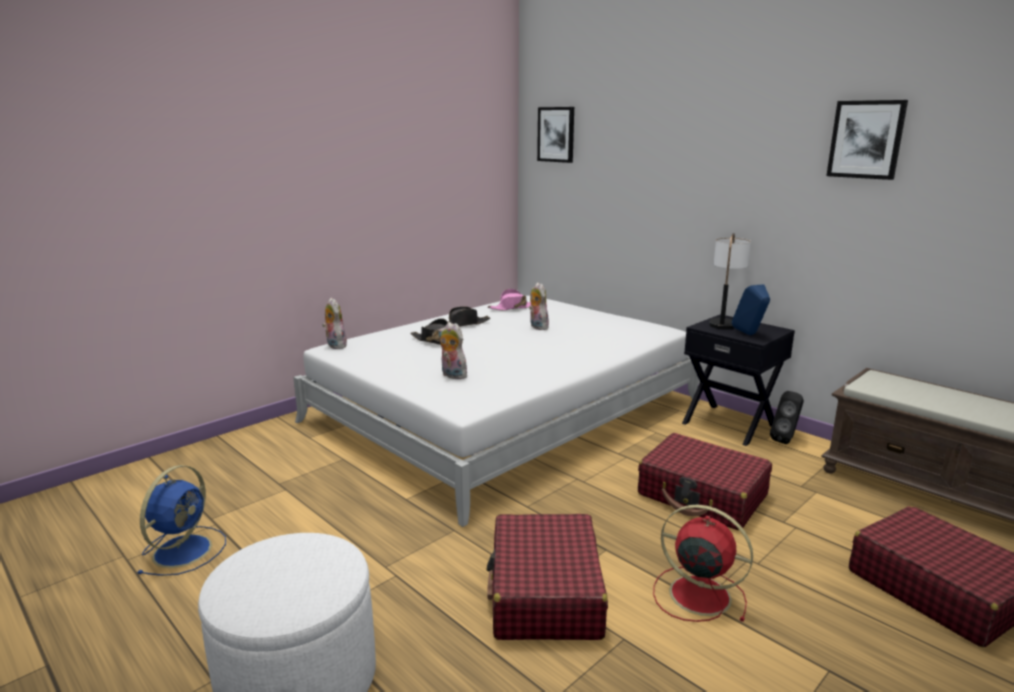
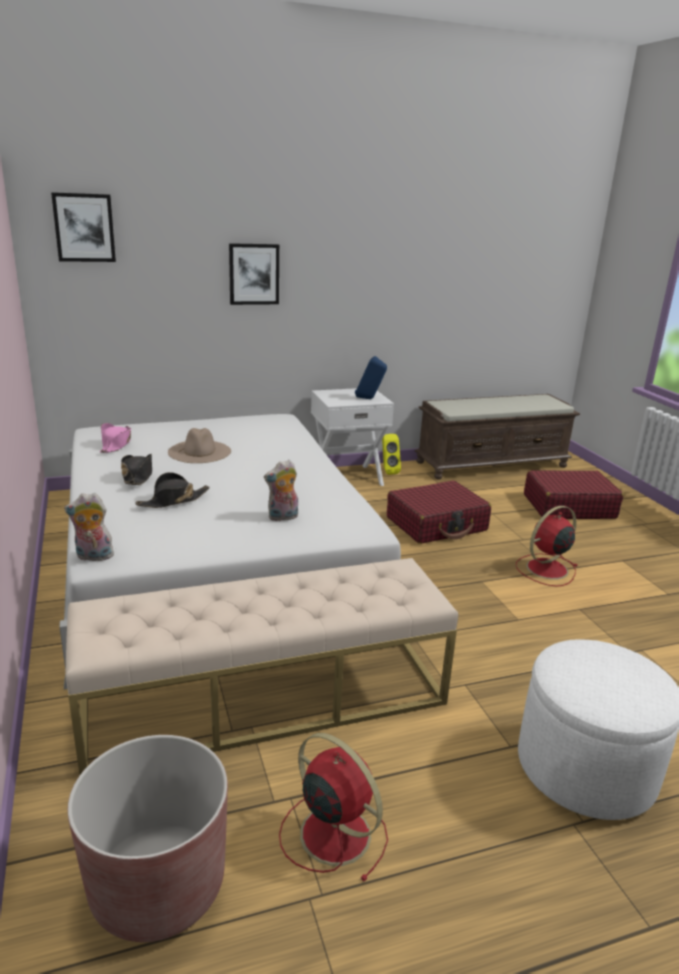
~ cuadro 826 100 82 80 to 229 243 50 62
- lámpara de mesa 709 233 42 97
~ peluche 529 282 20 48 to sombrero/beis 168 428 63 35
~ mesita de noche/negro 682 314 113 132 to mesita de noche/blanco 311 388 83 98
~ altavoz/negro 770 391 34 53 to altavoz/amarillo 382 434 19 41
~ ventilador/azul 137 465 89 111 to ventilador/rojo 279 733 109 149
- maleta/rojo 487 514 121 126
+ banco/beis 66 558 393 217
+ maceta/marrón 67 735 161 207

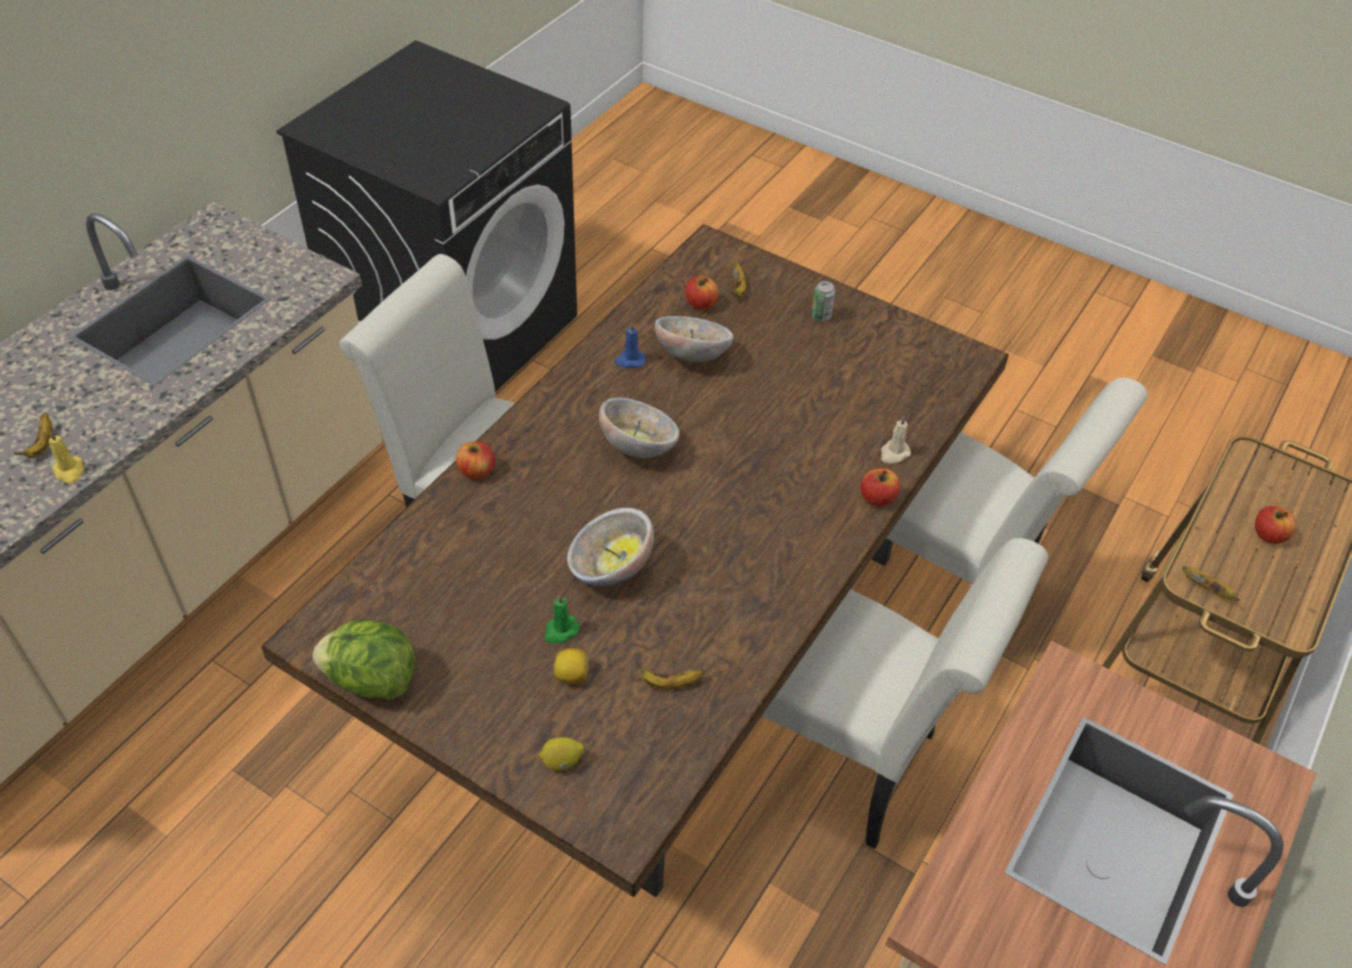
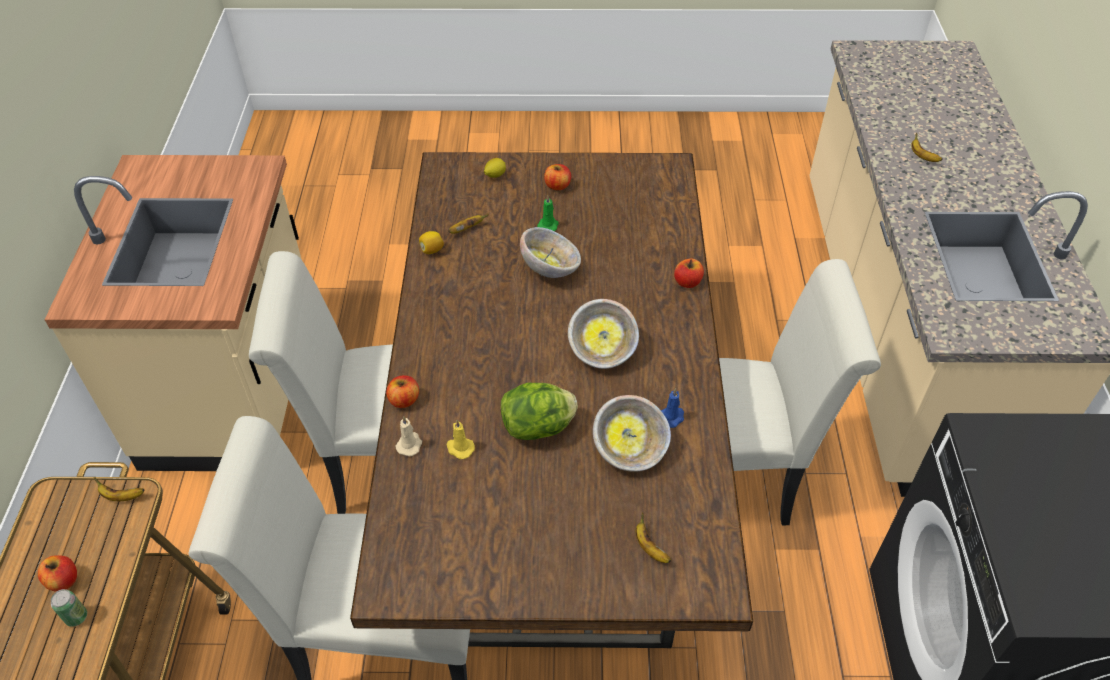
~ manzana 685 276 33 34 to 544 164 27 26
~ lata 811 281 24 41 to 51 589 36 38
~ vela/amarillo 49 431 35 53 to 446 420 29 39
~ lechuga 313 620 102 80 to 501 383 77 57
~ limón 553 648 36 36 to 419 231 25 23

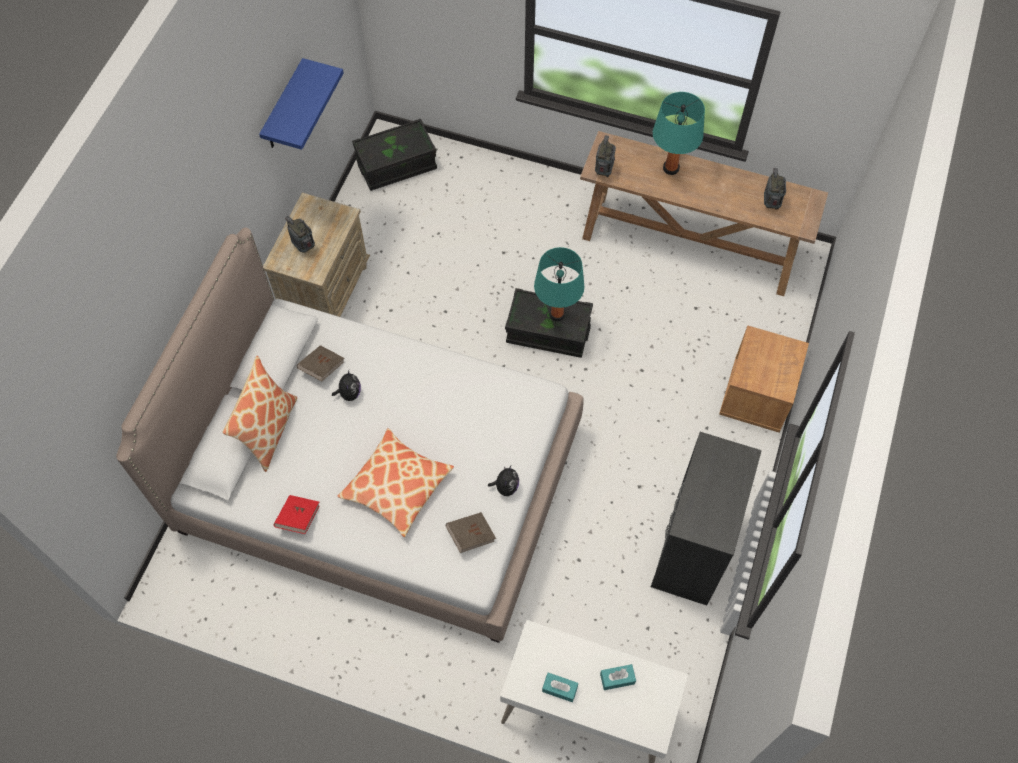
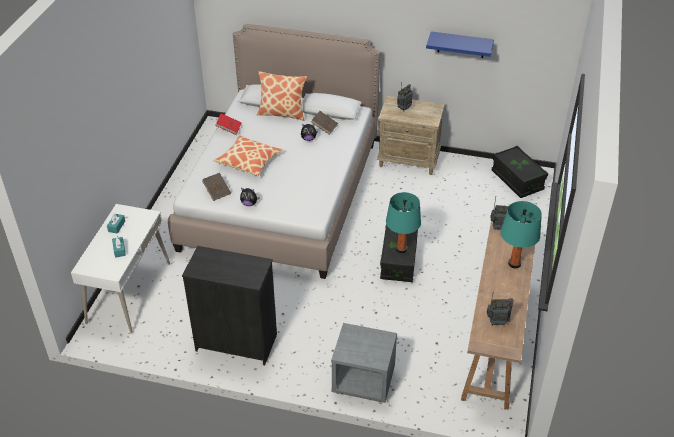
~ mesita de noche/marrón 719 325 90 108 to mesita de noche/gris 331 323 66 80

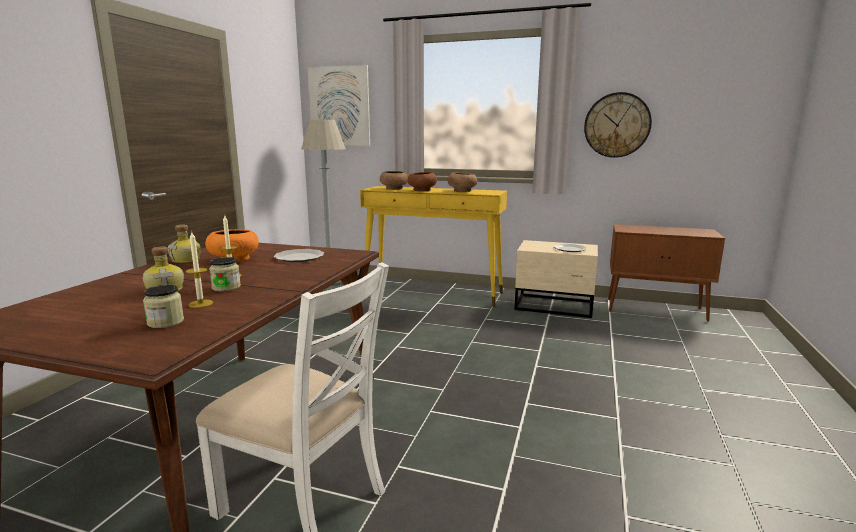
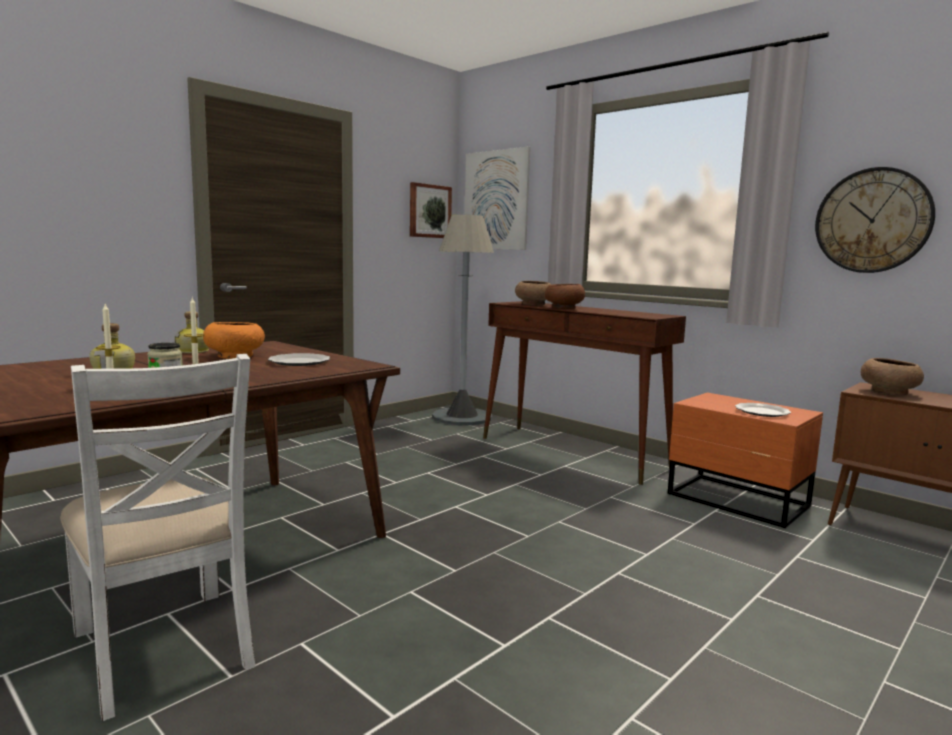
~ cuenco/marrón 448 172 29 20 to 861 358 63 38
~ mesa consola/amarillo 360 186 147 121 to mesa consola/marrón 483 301 203 184
~ mesita de noche/beis 515 240 83 78 to mesita de noche/naranja 667 392 156 136
- tarro 143 285 41 43
+ cuadro 410 182 42 56

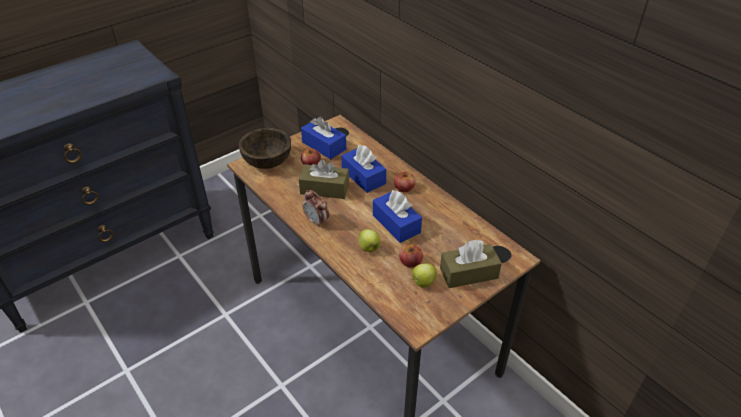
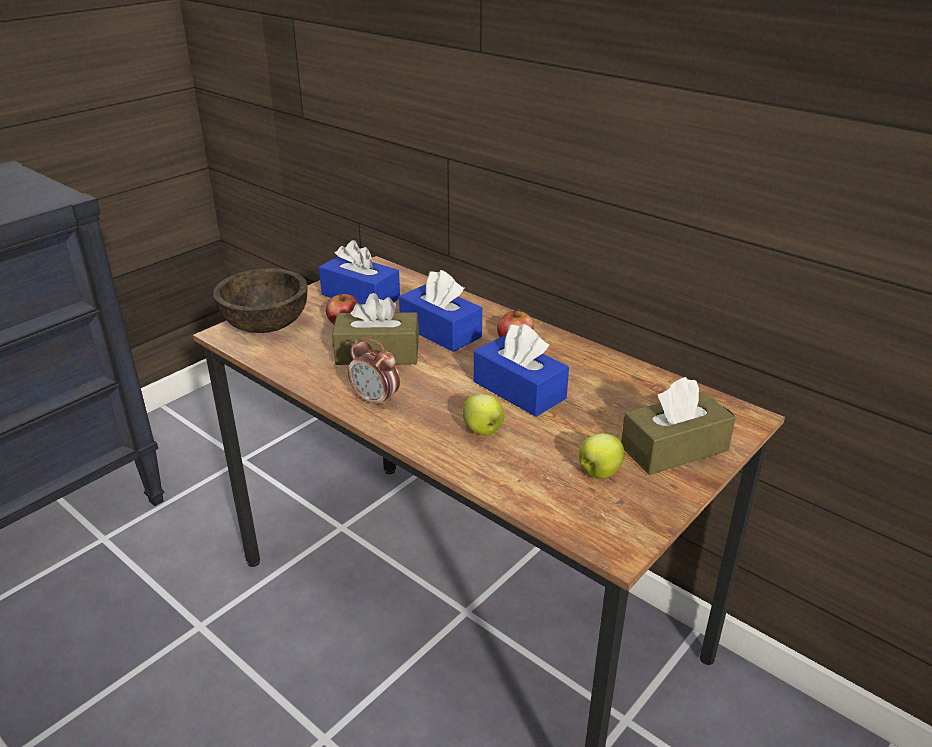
- manzana 399 244 24 24

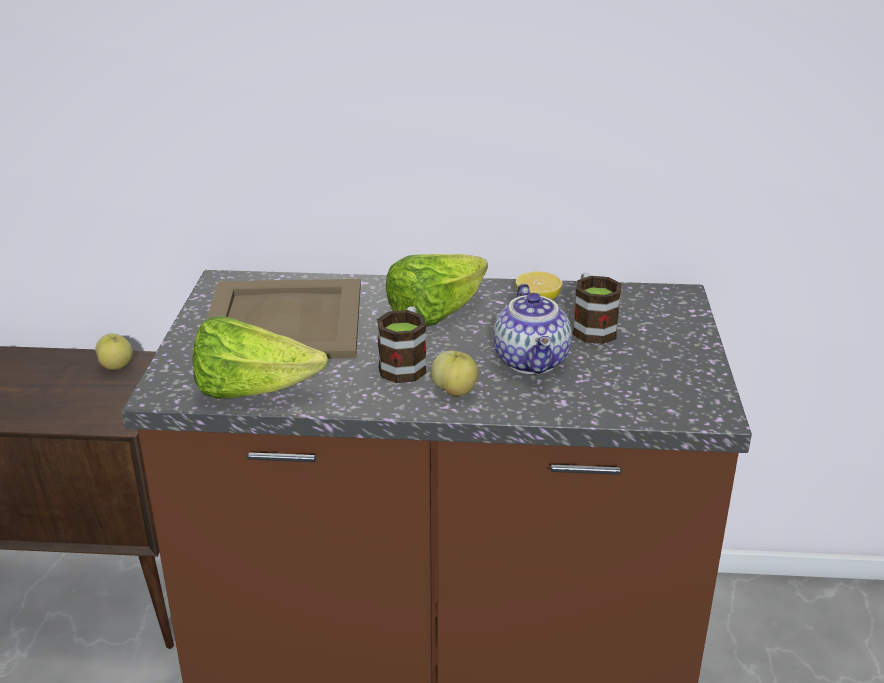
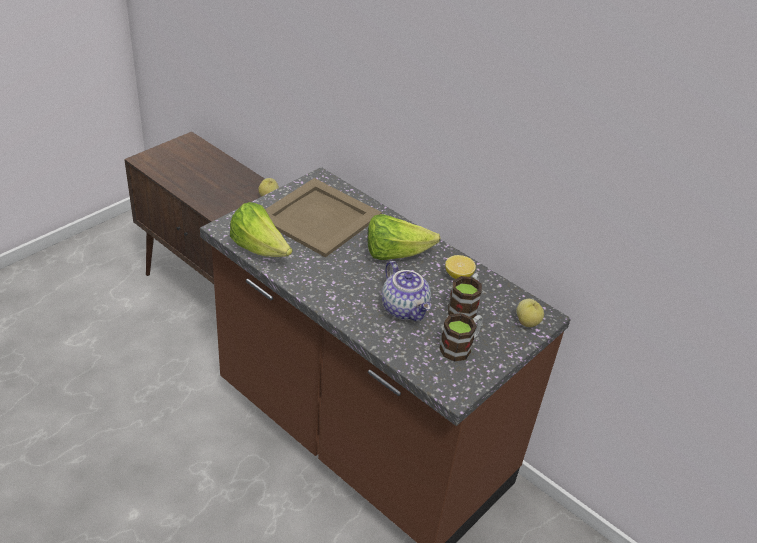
~ tetera 493 284 79 90 = 382 261 49 60 60 degrees counterclockwise
~ taza grande 377 306 50 77 to 439 313 43 49
~ manzana 431 351 47 45 to 516 299 28 28

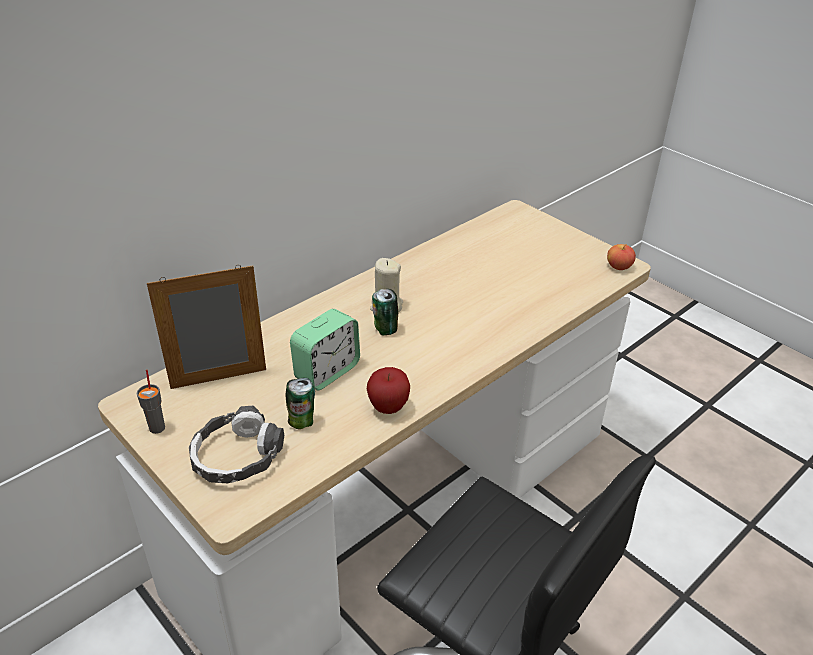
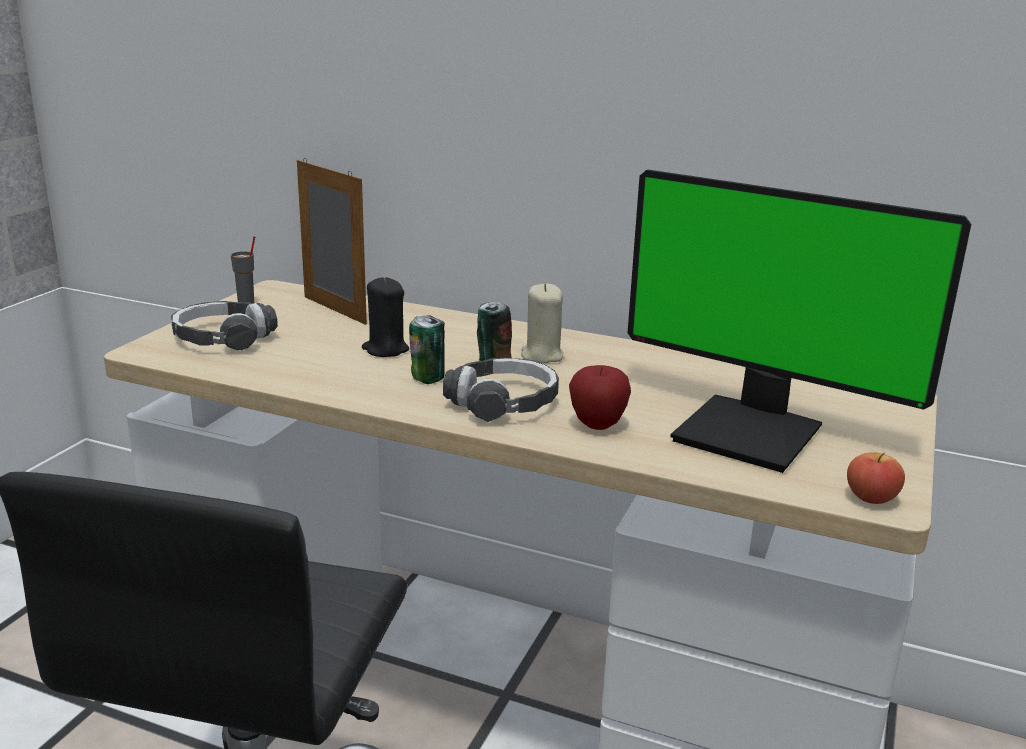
~ despertador 290 309 70 81 to vela/negro 362 277 47 80
~ manzana 367 367 43 47 to 569 365 62 65
~ lata 286 378 29 51 to 409 315 36 69
+ monitor 628 170 343 303
+ auriculares 443 358 116 64

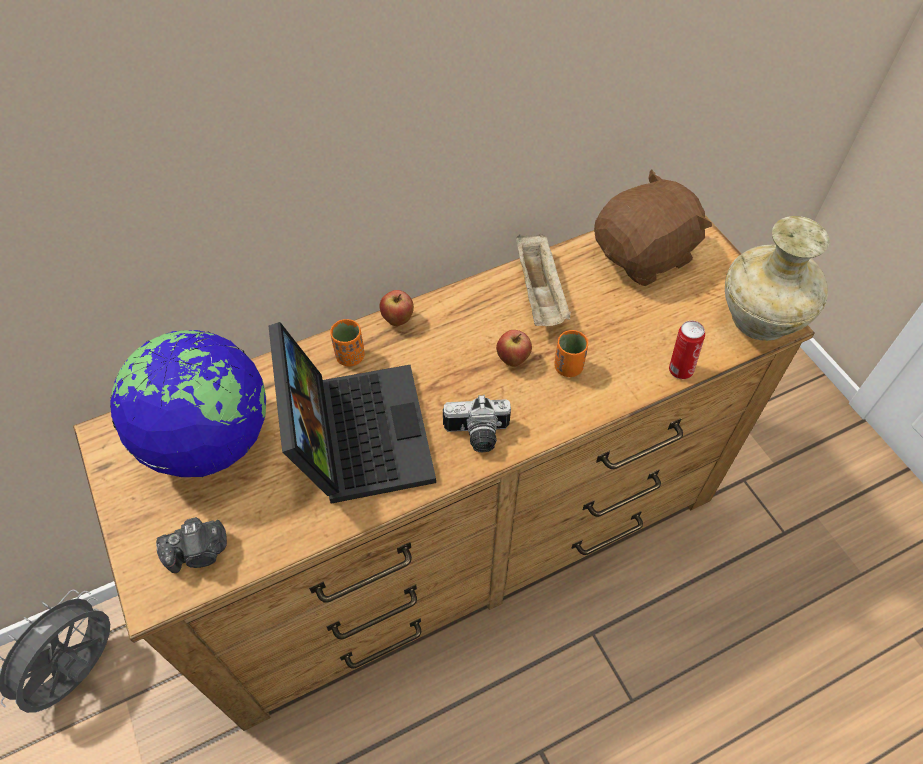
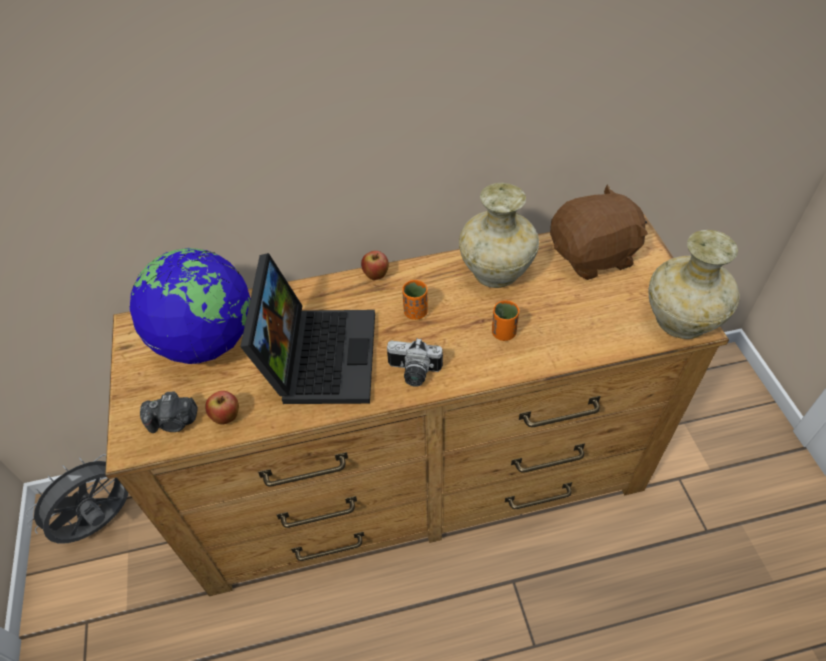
~ bandeja/beis 516 233 55 93 to florero/beis 459 183 80 105
~ taza/naranja 330 319 35 47 to 402 280 26 40
- lata 669 321 36 58
~ manzana 496 330 36 37 to 205 391 34 34

